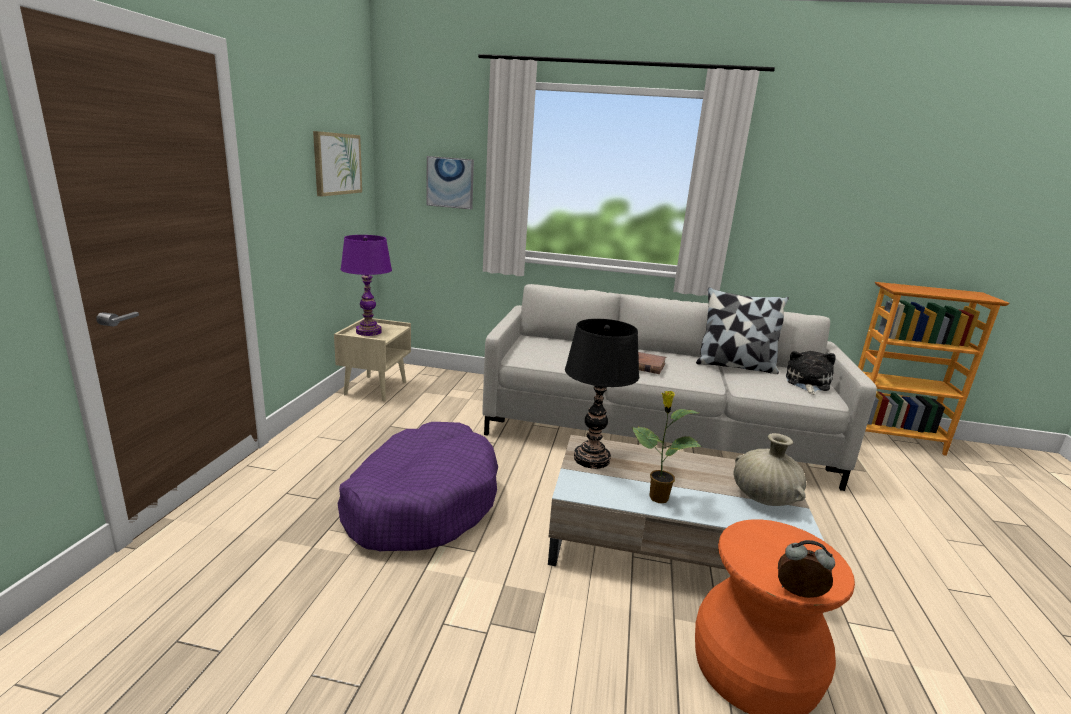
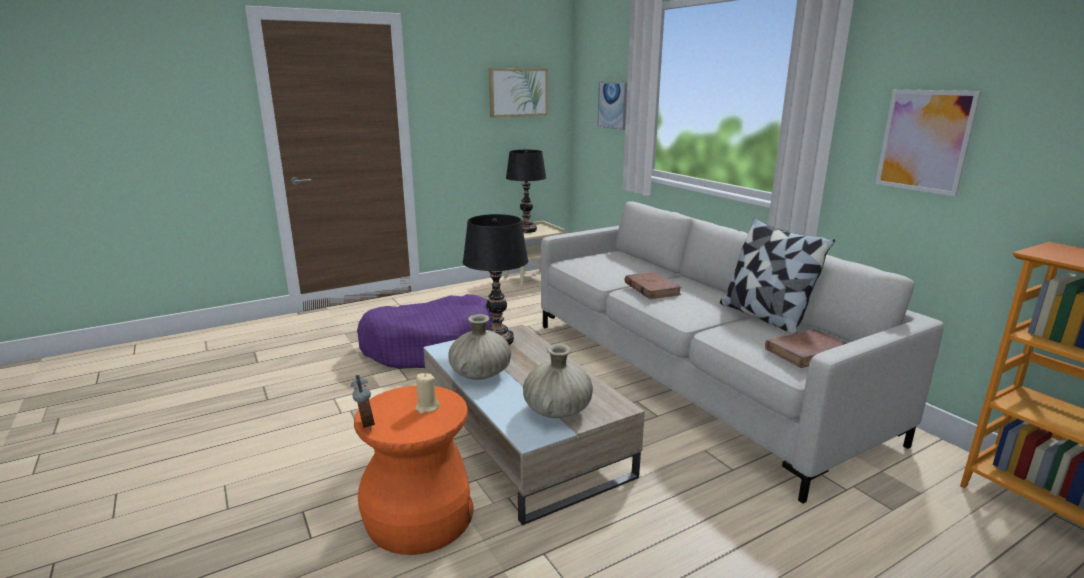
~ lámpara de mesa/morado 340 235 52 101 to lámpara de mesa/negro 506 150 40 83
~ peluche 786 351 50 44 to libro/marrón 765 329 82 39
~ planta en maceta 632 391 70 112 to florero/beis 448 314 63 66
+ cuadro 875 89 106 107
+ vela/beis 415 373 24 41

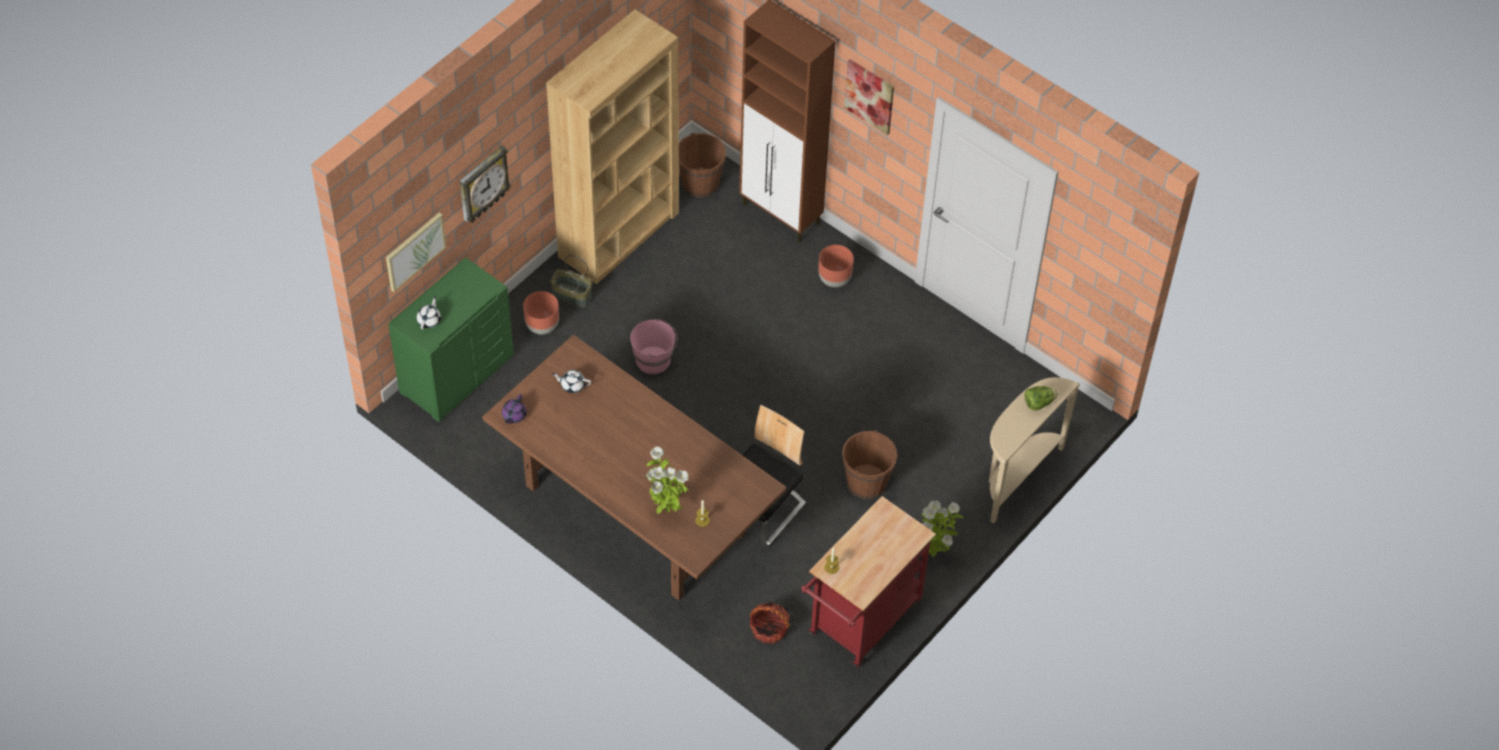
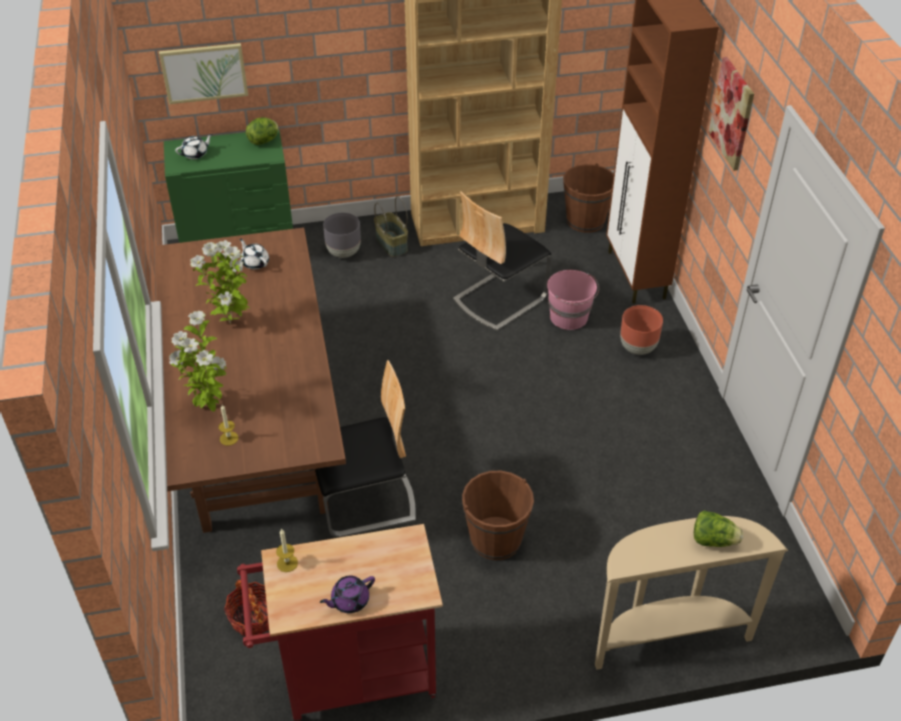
- reloj de pared 460 145 51 78
~ maceta/marrón 523 291 36 43 to maceta/gris 323 213 38 45
~ cubo/rosa 630 319 47 55 to 547 270 52 60
~ tetera/morado 502 394 25 30 to 320 576 55 37
~ planta en maceta 921 501 43 56 to 190 240 60 85
+ lechuga 246 117 33 28
+ silla 453 191 99 140

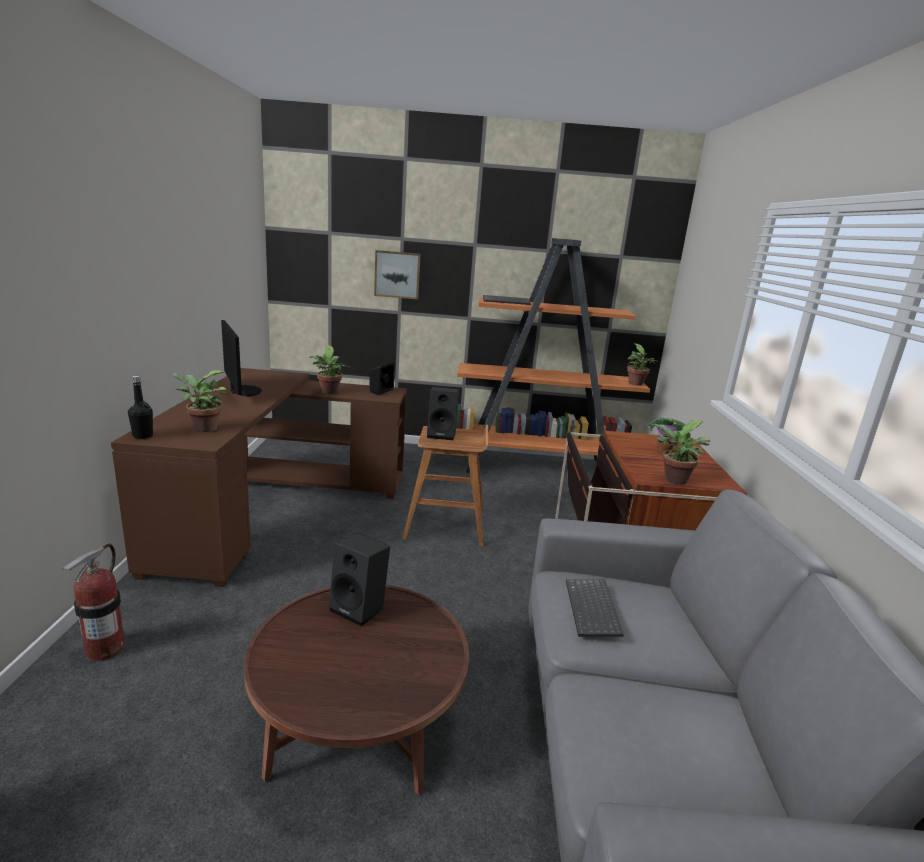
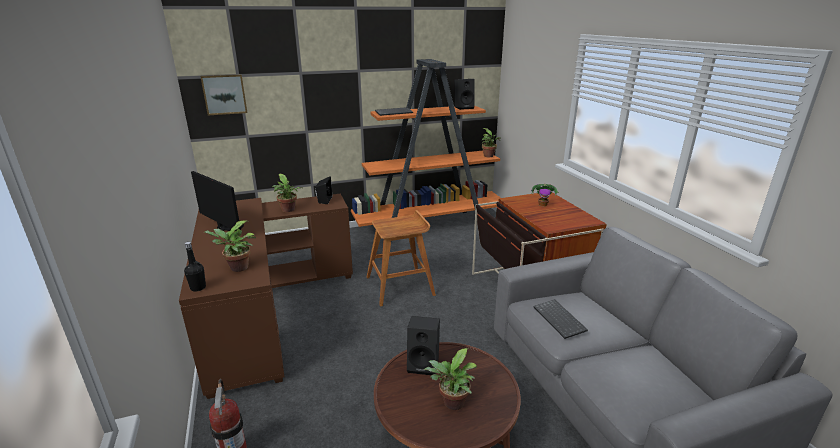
~ cuadro 374 250 46 49 to 200 74 47 41
~ altavoz/negro 427 387 32 53 to 454 79 21 31
~ planta en maceta 652 420 58 65 to 424 348 53 62

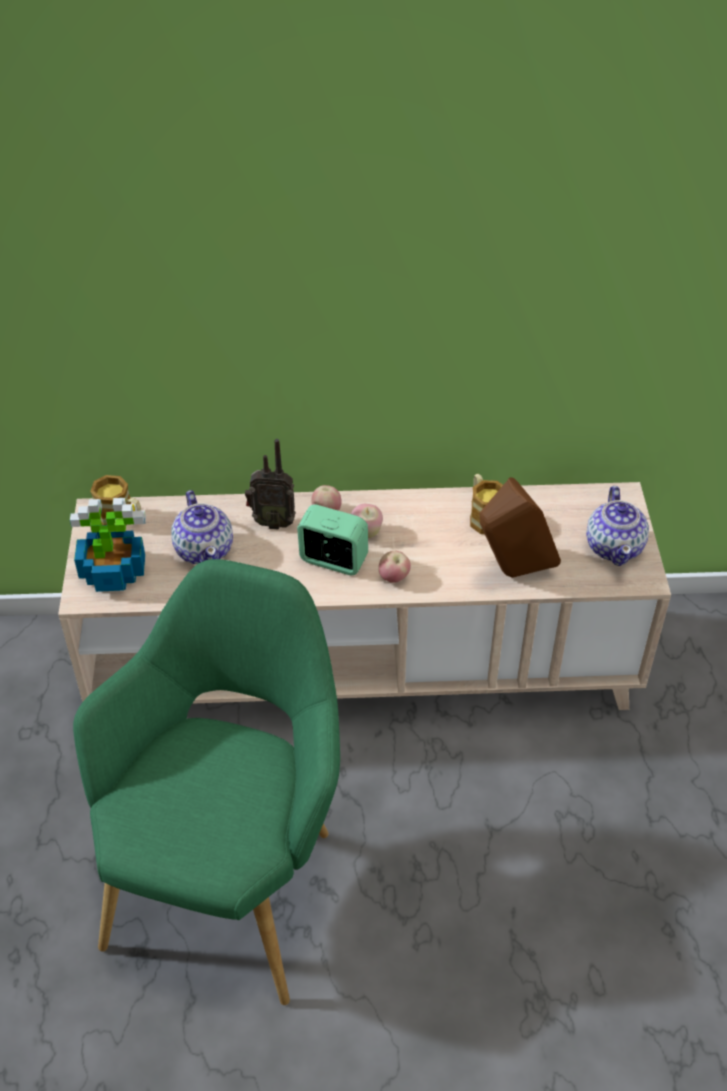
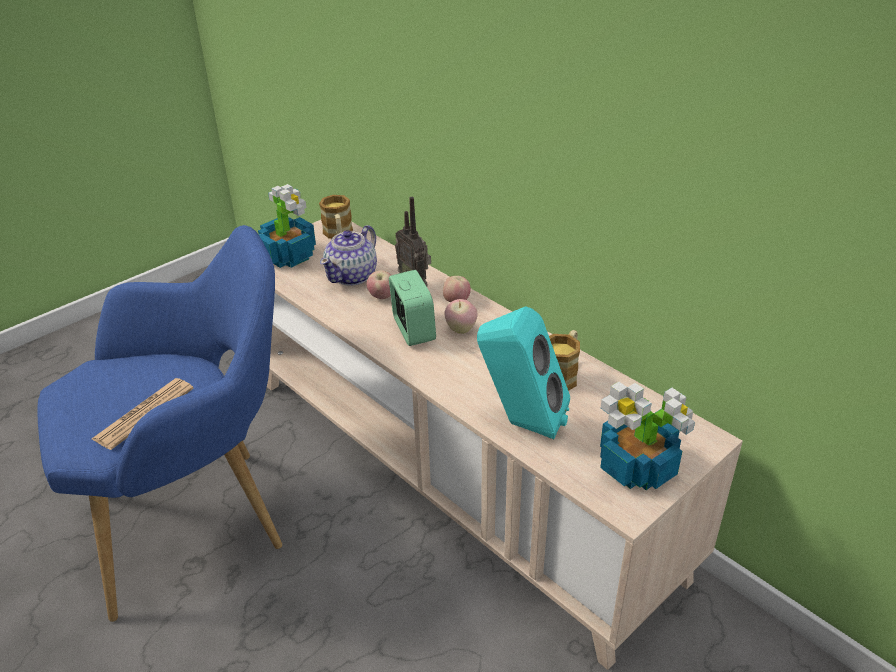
~ altavoz/marrón 479 477 82 101 to altavoz/turquesa 477 306 93 134
~ tetera 586 486 63 80 to planta en maceta 600 382 95 108
~ manzana 379 551 32 32 to 367 271 24 28
~ sillón/verde 73 559 267 446 to sillón/azul 37 225 245 397
+ periódico 92 378 102 72

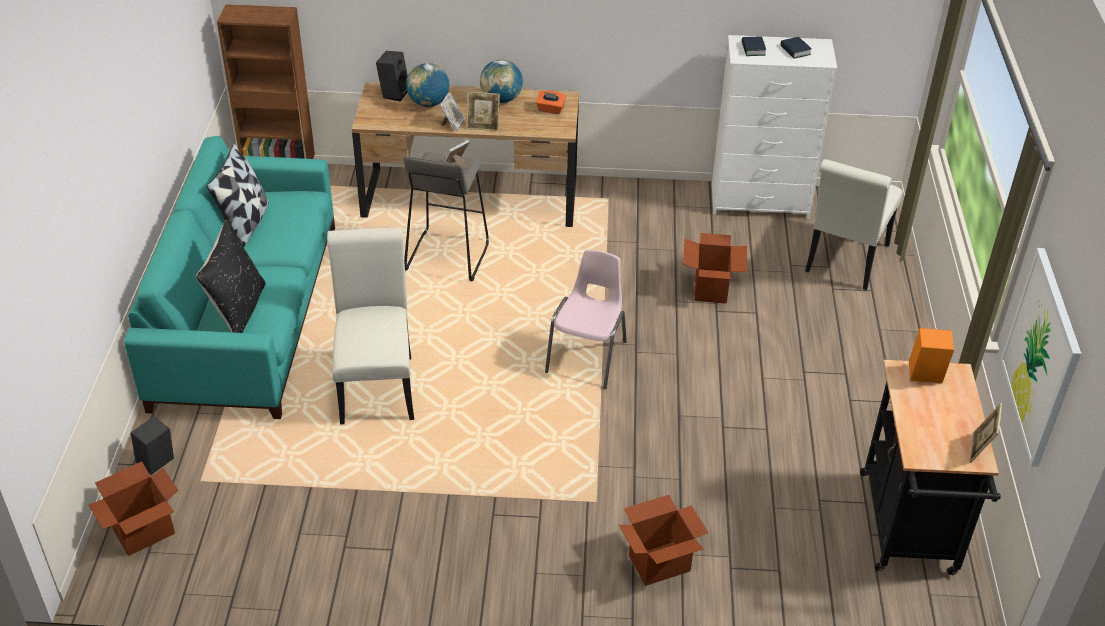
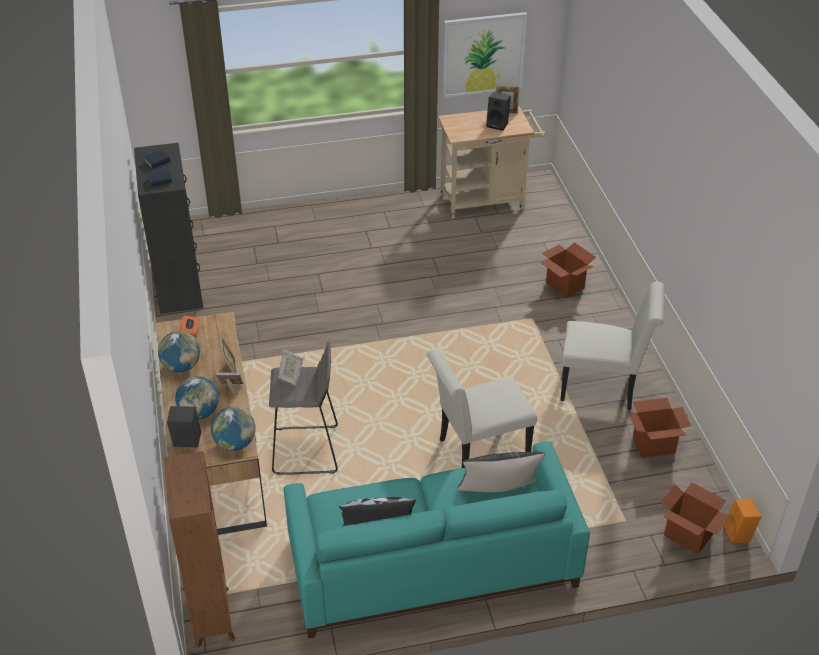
~ cómoda/blanco 712 35 125 184 to cómoda/negro 134 143 69 171
~ silla/blanco 805 159 98 131 to 560 282 105 128
~ caja de cartón 683 233 64 71 to 628 398 63 60
- silla/rosa 545 249 82 140
~ altavoz/naranja 909 328 45 56 to 724 499 38 46
~ carrito/negro 860 360 141 215 to carrito/beis 438 106 107 113
~ altavoz/negro 131 416 43 59 to 486 92 25 39
+ globo terráqueo 211 406 44 45

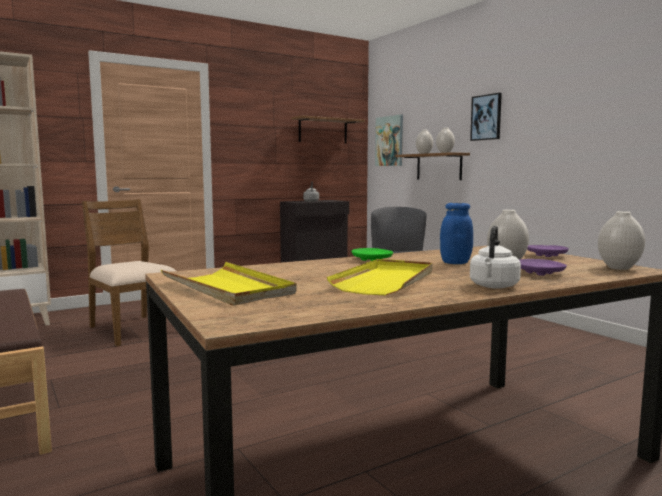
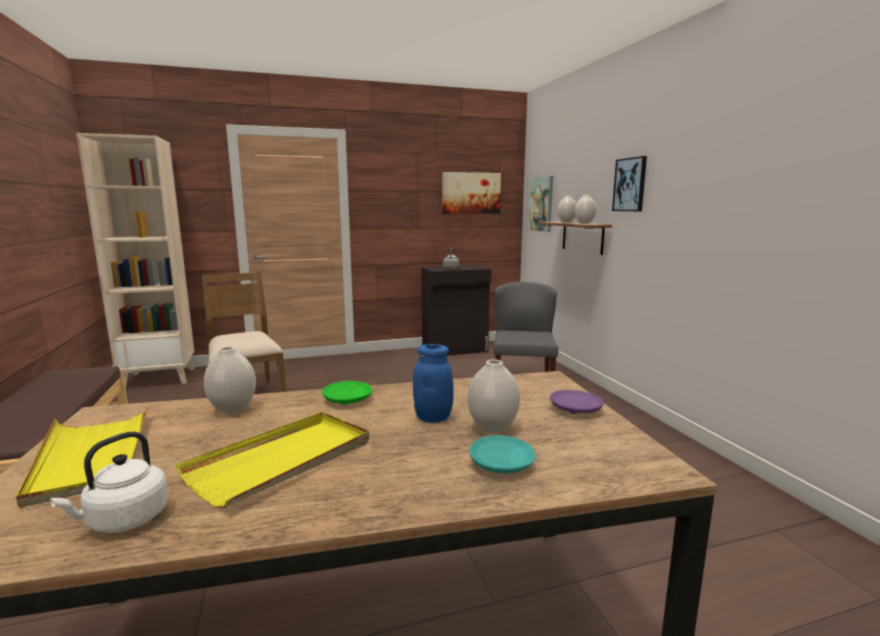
~ estante 291 115 74 28 to cuadro 442 172 59 42
~ florero/blanco 598 211 47 59 to 204 346 52 68
~ hervidor/blanco 470 226 51 63 to 50 431 118 102
~ plato/morado 520 259 47 17 to plato/turquesa 469 435 67 38

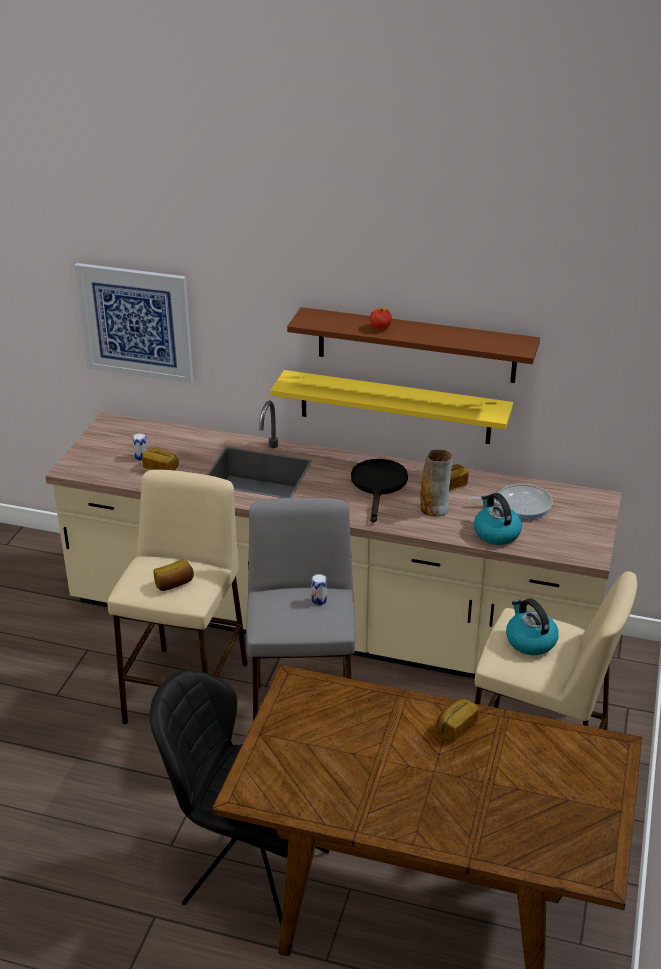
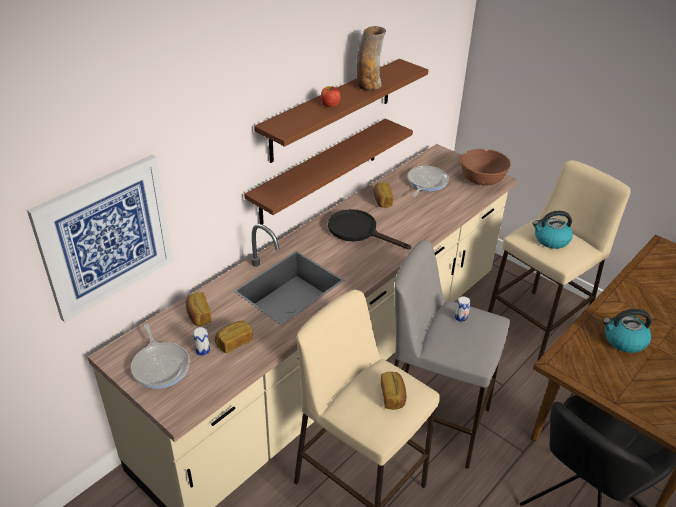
~ estante/amarillo 270 370 243 74 to estante/marrón 244 119 169 106
~ florero 420 449 33 68 to 356 26 30 65
~ hervidor 474 493 48 52 to 603 309 49 44
~ pan 436 699 43 42 to 186 292 26 34
+ cuenco/marrón 460 149 51 37
+ sartén 131 324 59 65

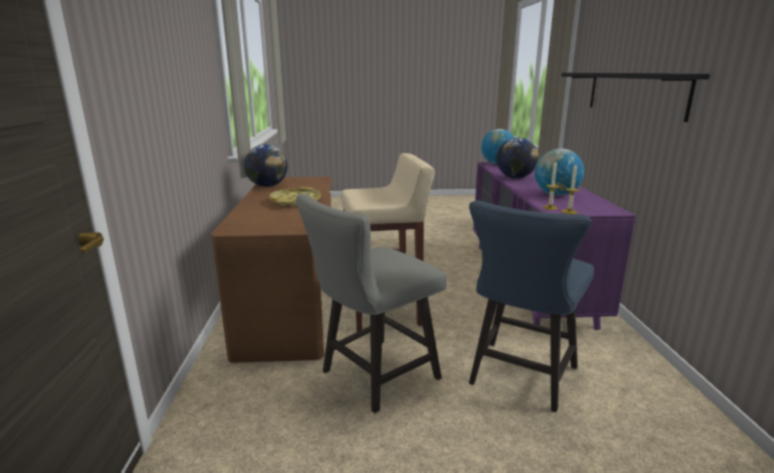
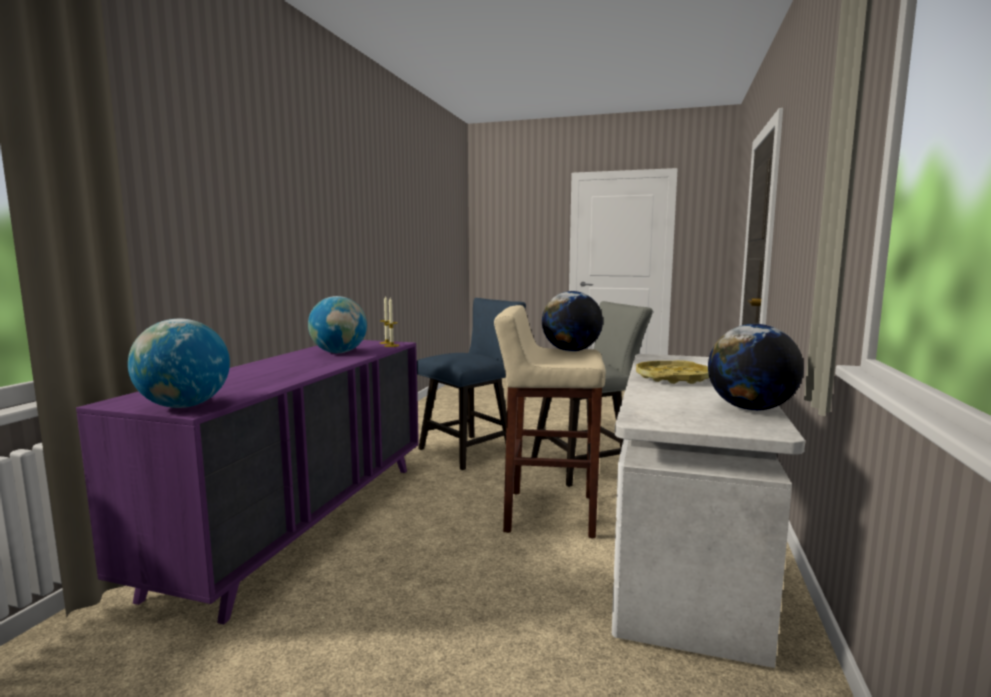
- estante/negro 561 73 149 49
~ globo terráqueo 497 137 41 41 to 542 291 61 61
~ escritorio/marrón 211 176 121 187 to escritorio/blanco 612 354 193 314

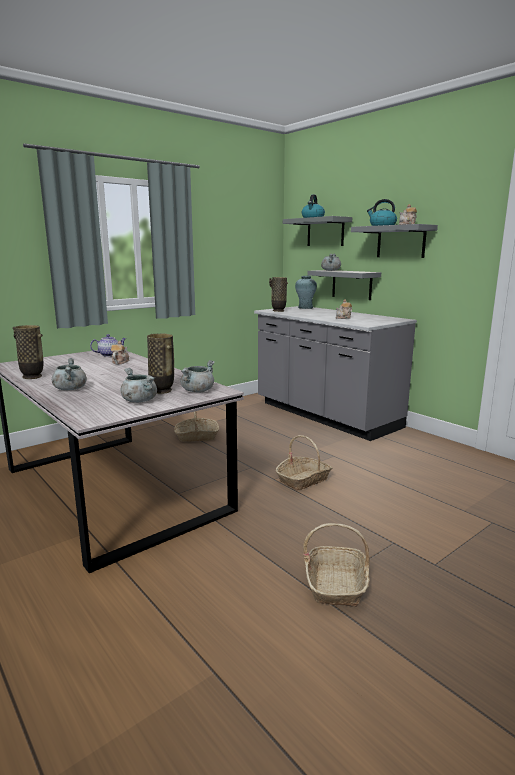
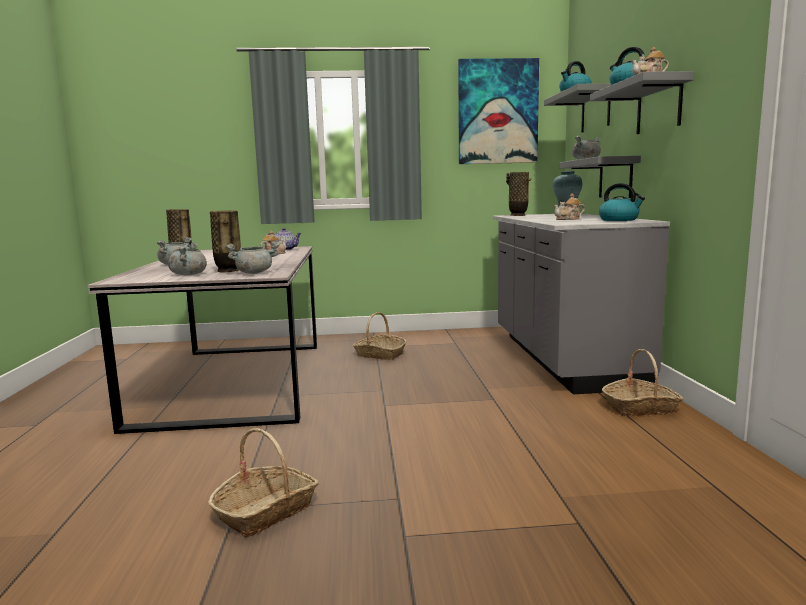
~ cesta 276 435 56 56 to 602 349 82 67
+ cuadro 458 58 81 106
+ hervidor 599 183 46 38

